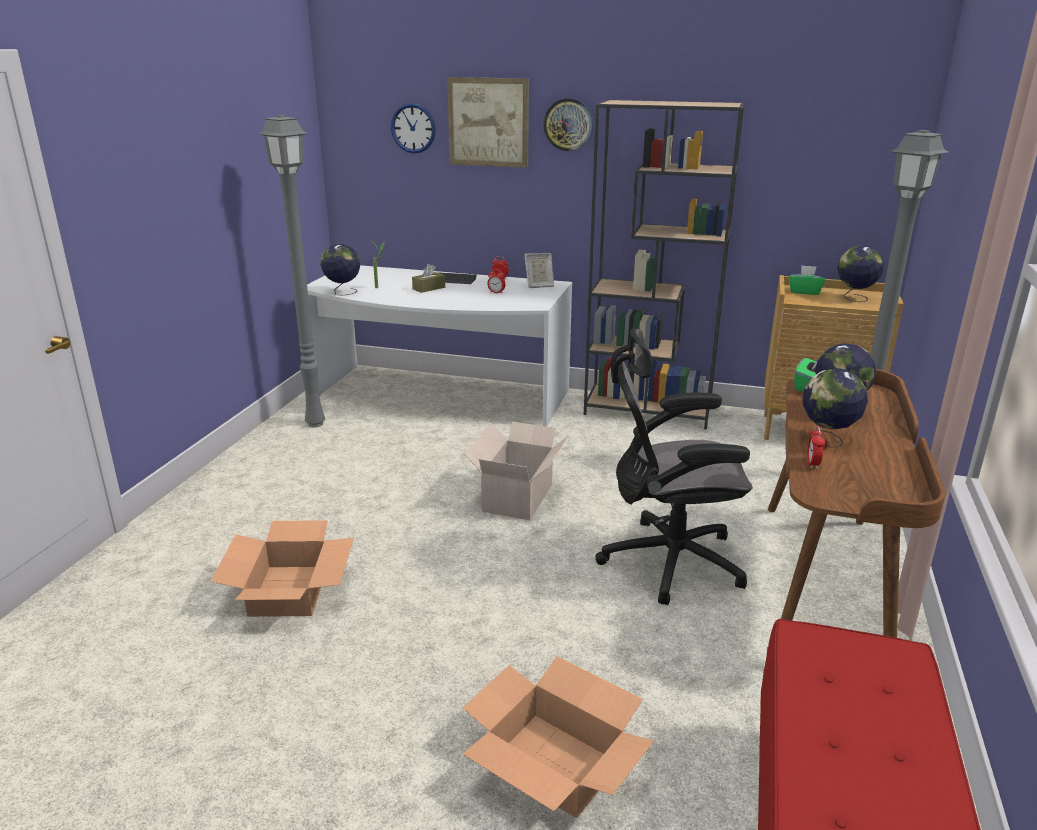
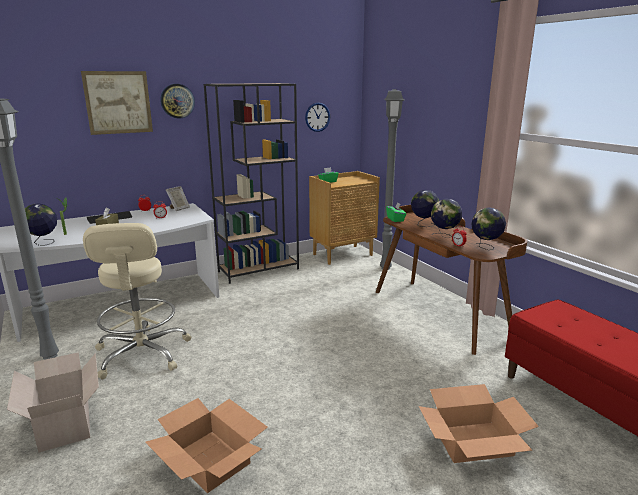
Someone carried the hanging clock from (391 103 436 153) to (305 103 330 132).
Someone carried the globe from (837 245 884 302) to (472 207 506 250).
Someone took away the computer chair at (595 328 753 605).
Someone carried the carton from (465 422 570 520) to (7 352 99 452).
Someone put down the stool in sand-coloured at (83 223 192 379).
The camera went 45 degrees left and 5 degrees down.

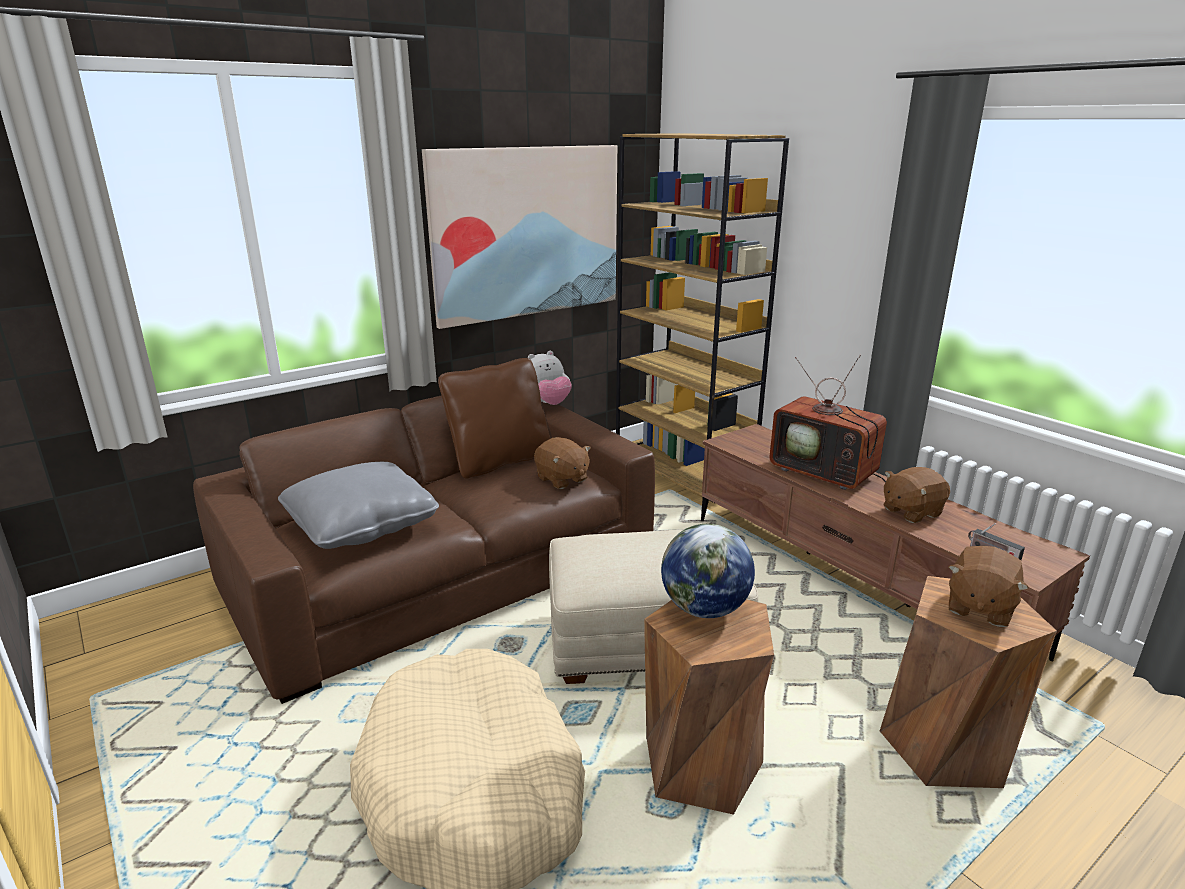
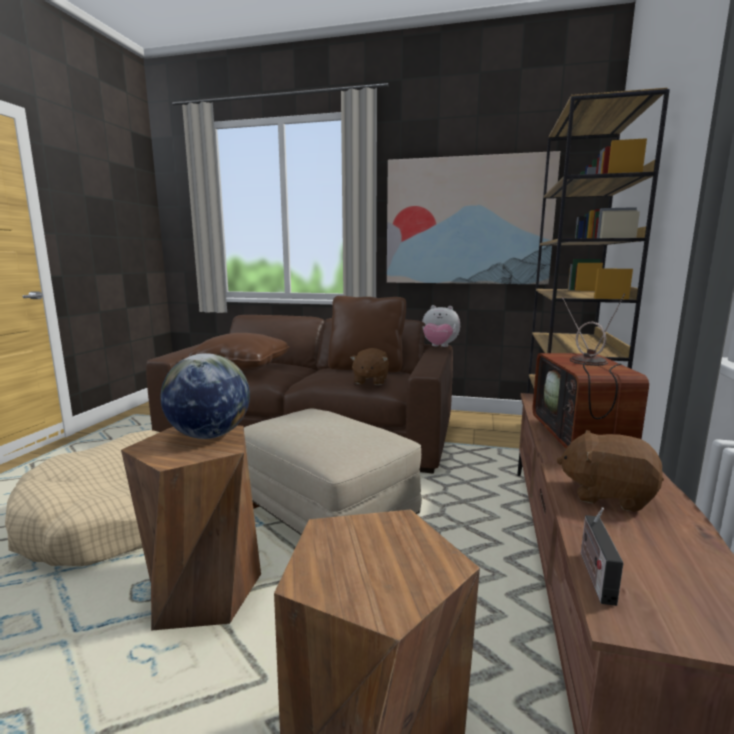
Someone repainted the throw pillow in grey at (278 462 439 549), which became the throw pillow in brown-coloured at (187 333 289 371).
Someone took away the plush toy in brown-coloured at (949 546 1028 627).
The camera went 50 degrees right and 10 degrees down.

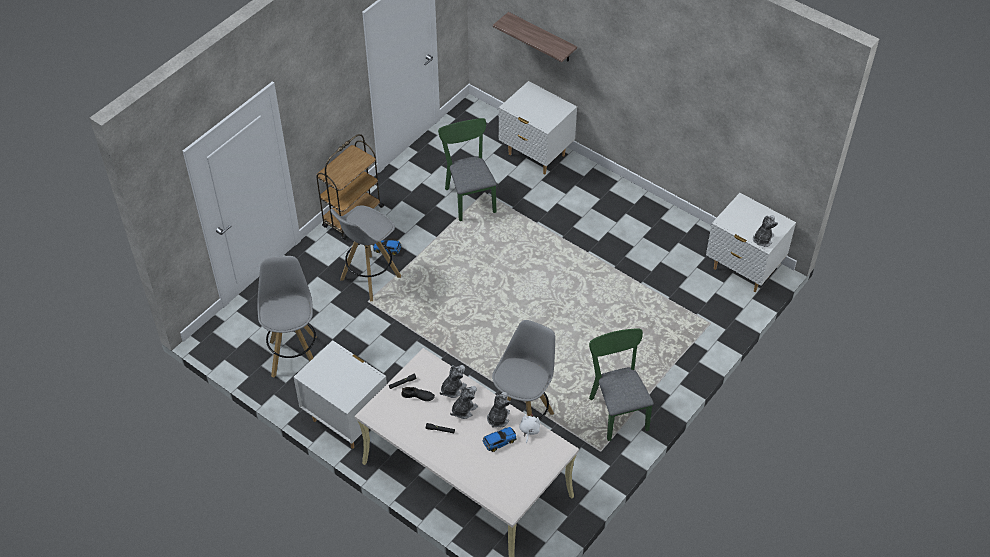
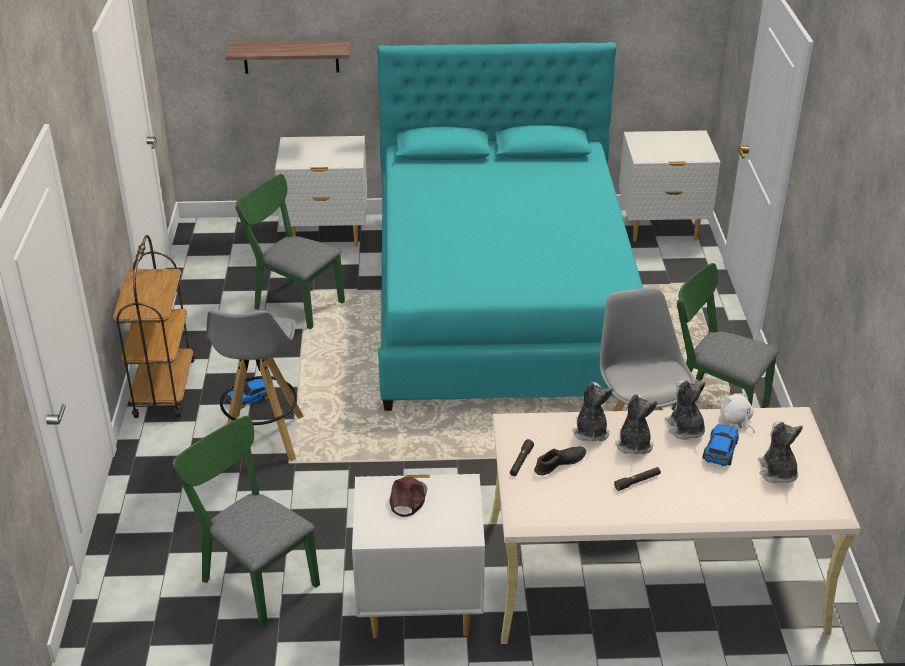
Someone carried the plush toy from (753 215 778 247) to (758 421 803 483).
Someone swapped the stool in grey at (257 256 317 378) for the plain chair in green at (173 416 320 628).
Someone put down the bedroom bed in blue-green at (377 42 643 411).
Someone put down the peaked cap in brown-coloured at (389 477 427 517).
The camera went 40 degrees left and 15 degrees down.

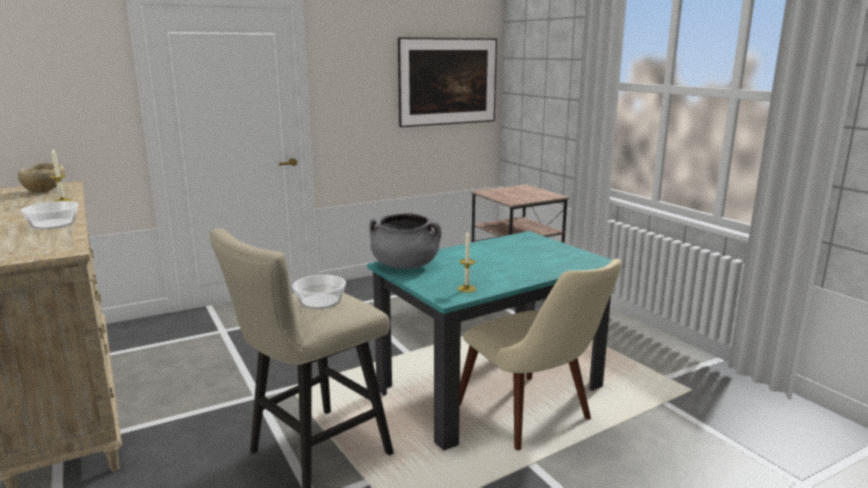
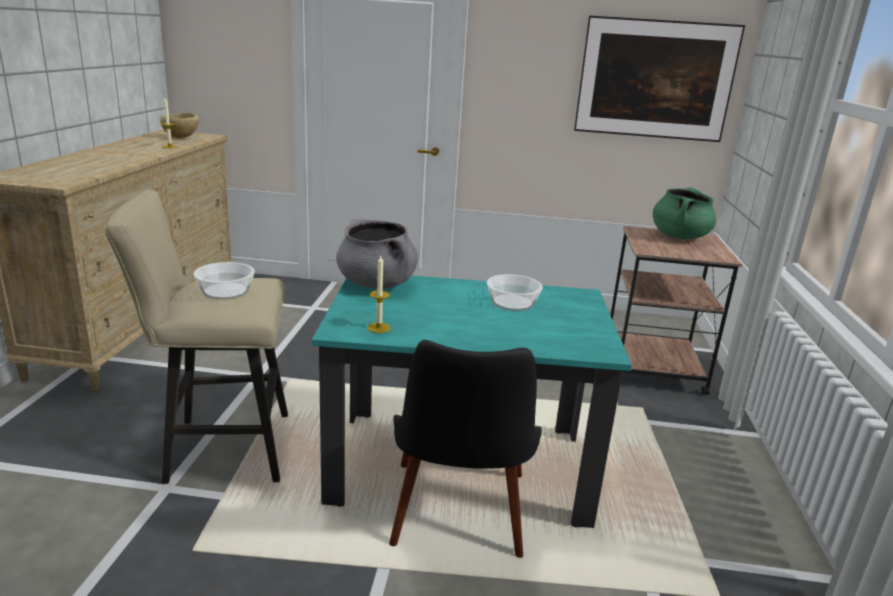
Someone carried the serving bowl from (21 201 78 229) to (487 274 543 311).
Someone repainted the plain chair in sand-coloured at (460 259 622 450), which became the plain chair in black-coloured at (389 340 542 558).
Someone put down the cooking pot in green at (653 187 716 239).
The camera went 35 degrees right and 5 degrees up.

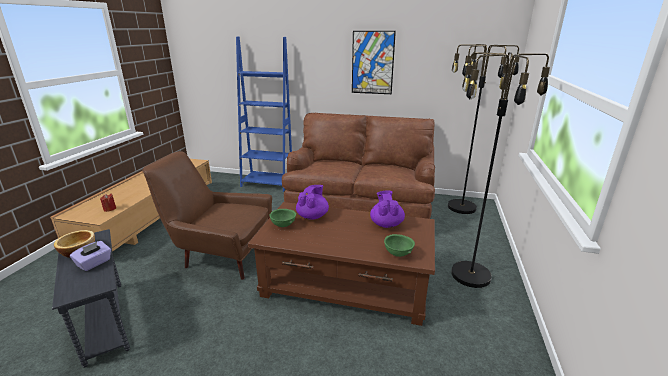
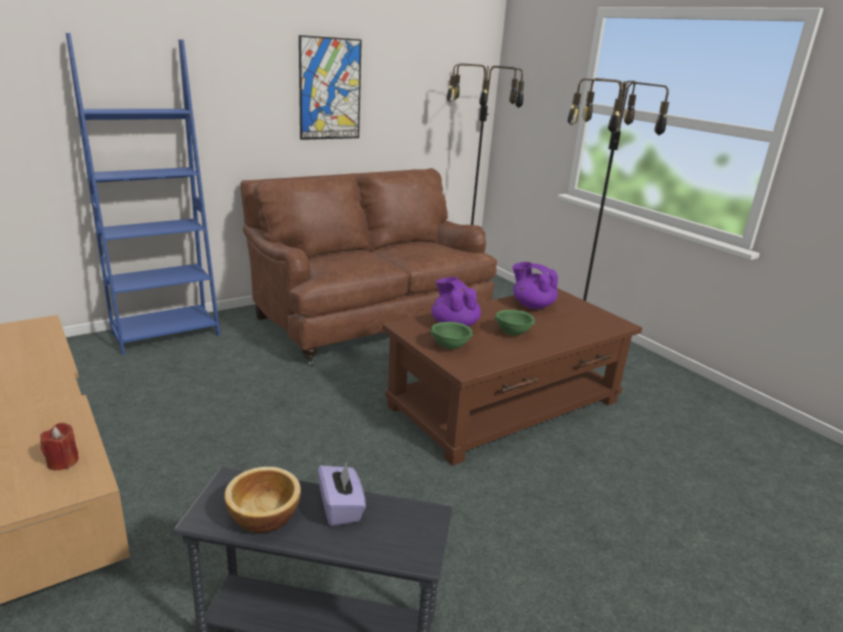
Someone took away the armchair in brown-coloured at (142 151 272 280).
Someone carried the serving bowl in green from (384 234 415 257) to (494 310 535 335).
The camera went 50 degrees left and 0 degrees up.

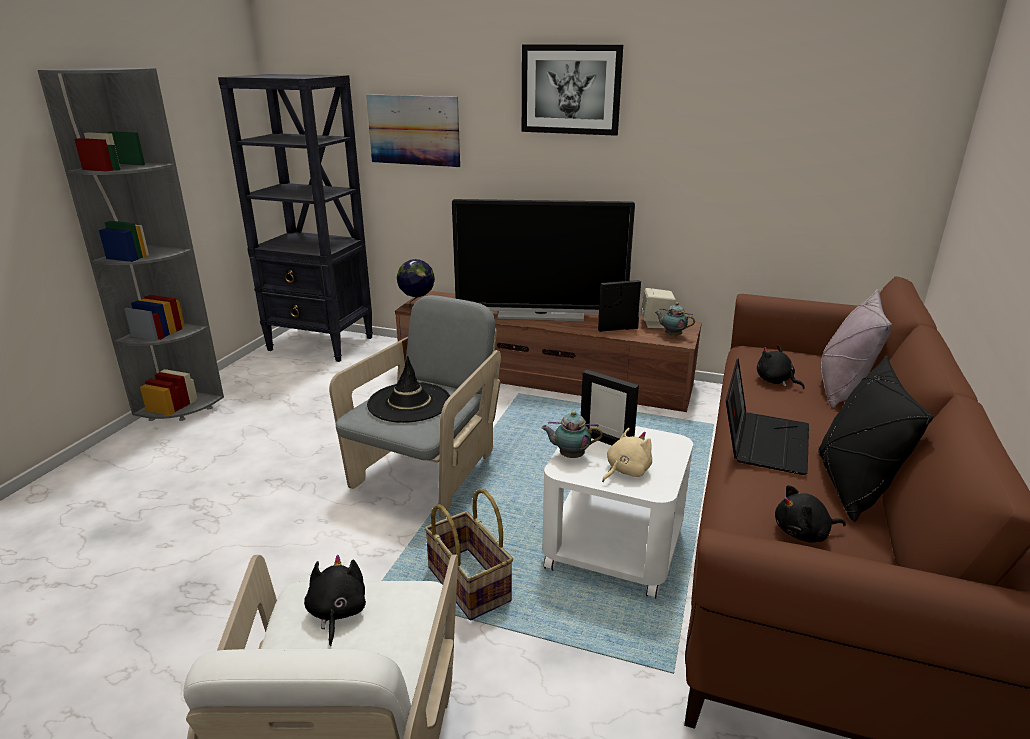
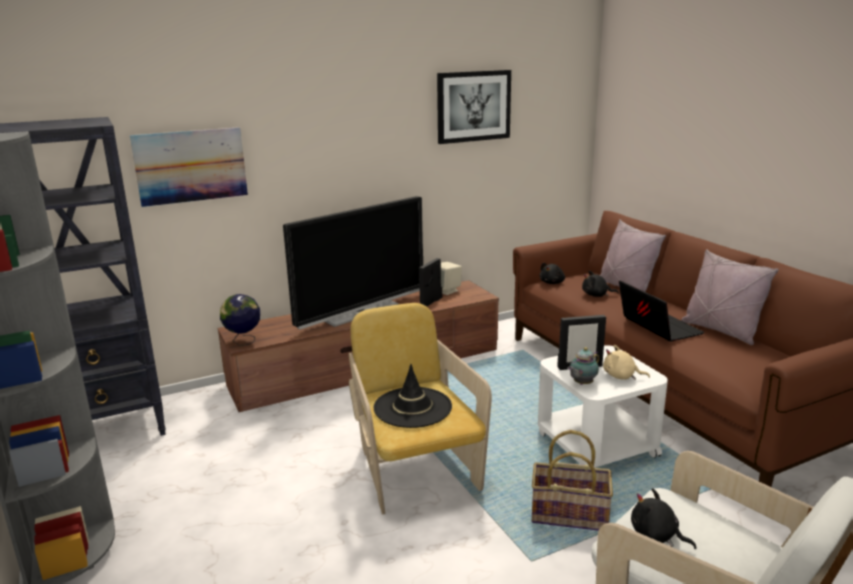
Someone carried the picture from (522 44 623 136) to (437 70 511 144).
Someone repainted the armchair in grey at (329 295 501 517), which became the armchair in yellowish at (349 303 492 515).
Someone took away the pot for tea at (654 302 695 336).
Someone repainted the throw pillow in black-coloured at (818 355 934 522), which became the throw pillow in purple-coloured at (681 249 779 345).
Someone rotated the plush toy in sand-coloured at (602 428 652 482) by 75 degrees counterclockwise.
Someone carried the plush toy in black-coloured from (775 485 846 542) to (540 263 565 284).
The camera went 45 degrees left and 5 degrees down.

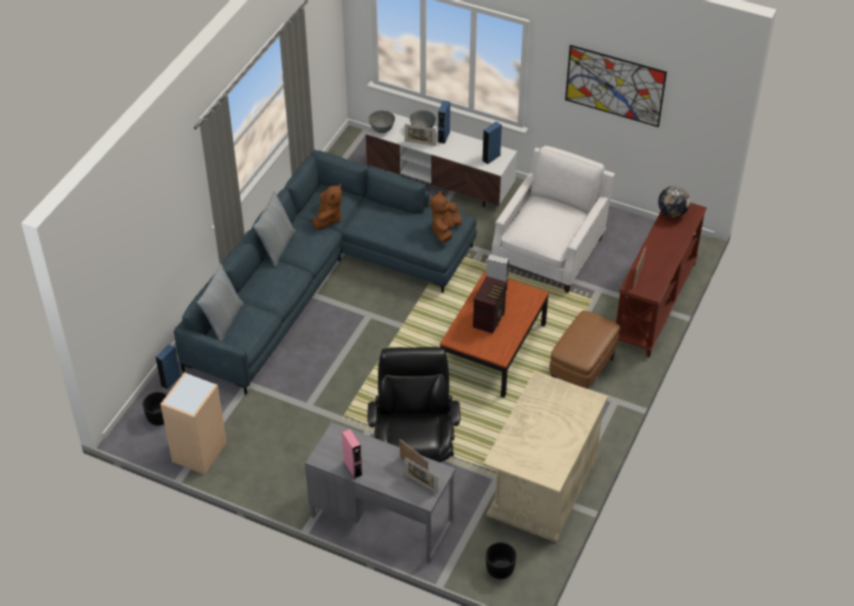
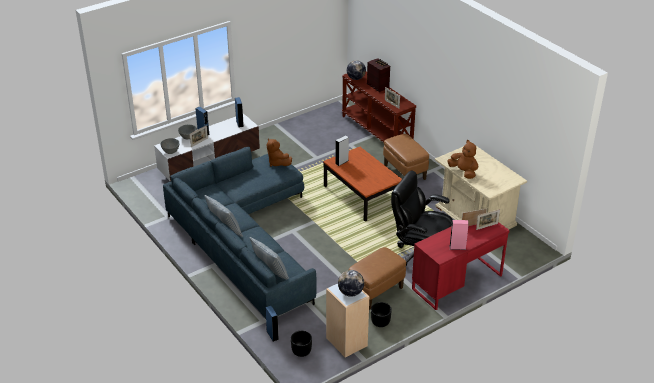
Someone took away the picture at (565 45 667 127).
Someone took away the armchair in white at (492 146 615 293).
Someone carried the plush toy in brown-coloured from (312 183 342 230) to (447 140 478 179).
Someone carried the radio set from (473 276 507 334) to (367 58 390 92).
Someone repainted the desk in grey at (305 422 455 564), which became the desk in reddish at (412 222 510 310).
Someone carried the plant pot in black-coloured from (486 542 516 579) to (371 302 392 327).
Someone put down the pouffe in brown-coloured at (349 247 406 310).
Someone put down the globe at (338 270 364 297).
The camera went 60 degrees left and 10 degrees down.

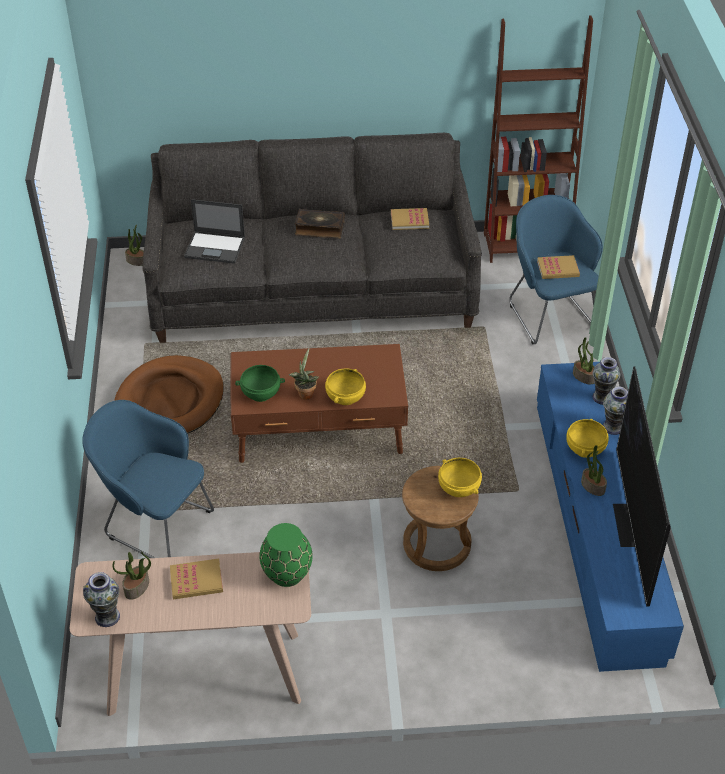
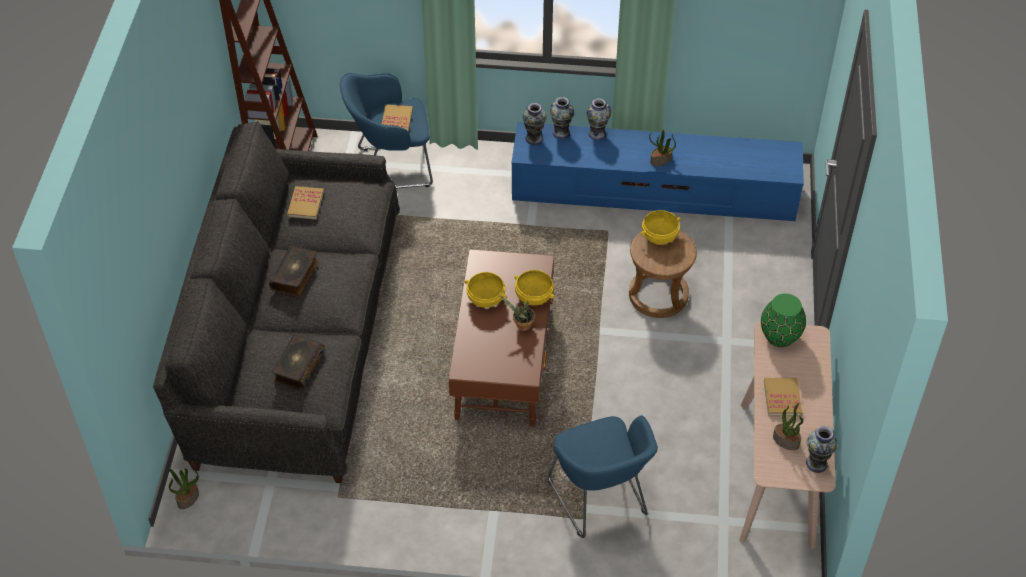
Someone swapped the notebook computer at (184 199 245 264) for the volume at (272 334 325 390).
Someone swapped the plant in a pot at (573 337 595 384) for the decorative vase at (523 103 547 145).
Someone took away the dog cushion in brown-coloured at (114 355 224 434).
Someone took away the serving bowl in green at (235 365 285 402).
Someone took away the TV at (613 367 671 606).
Someone rotated the armchair in blue at (82 400 214 558) by 60 degrees counterclockwise.
Someone carried the serving bowl in yellowish from (566 419 609 458) to (465 272 507 308).
The camera went 80 degrees left and 5 degrees up.

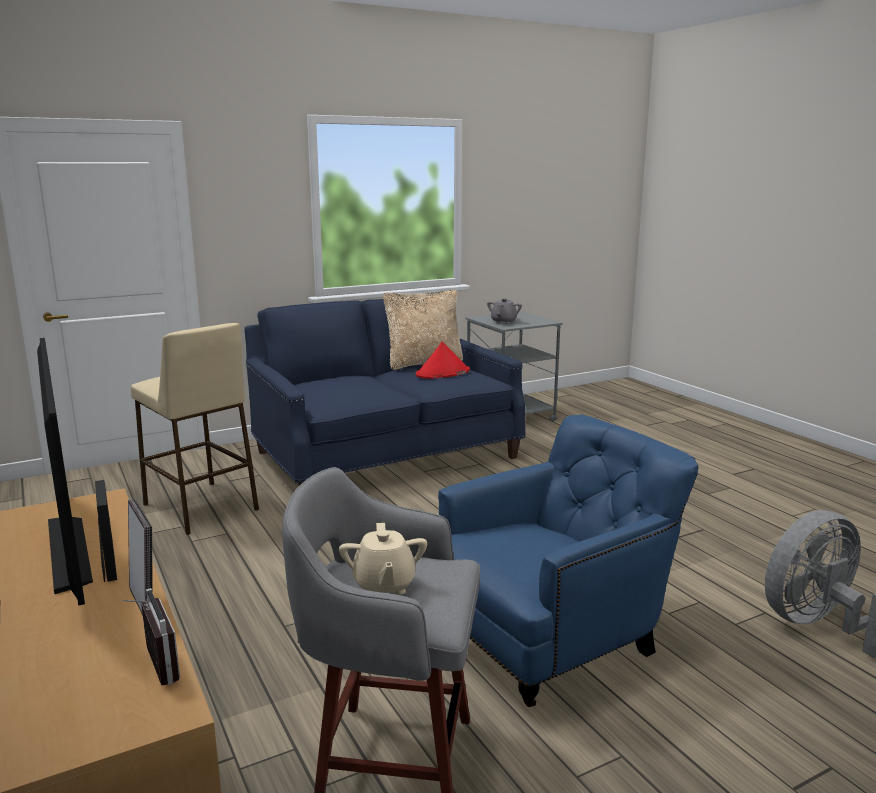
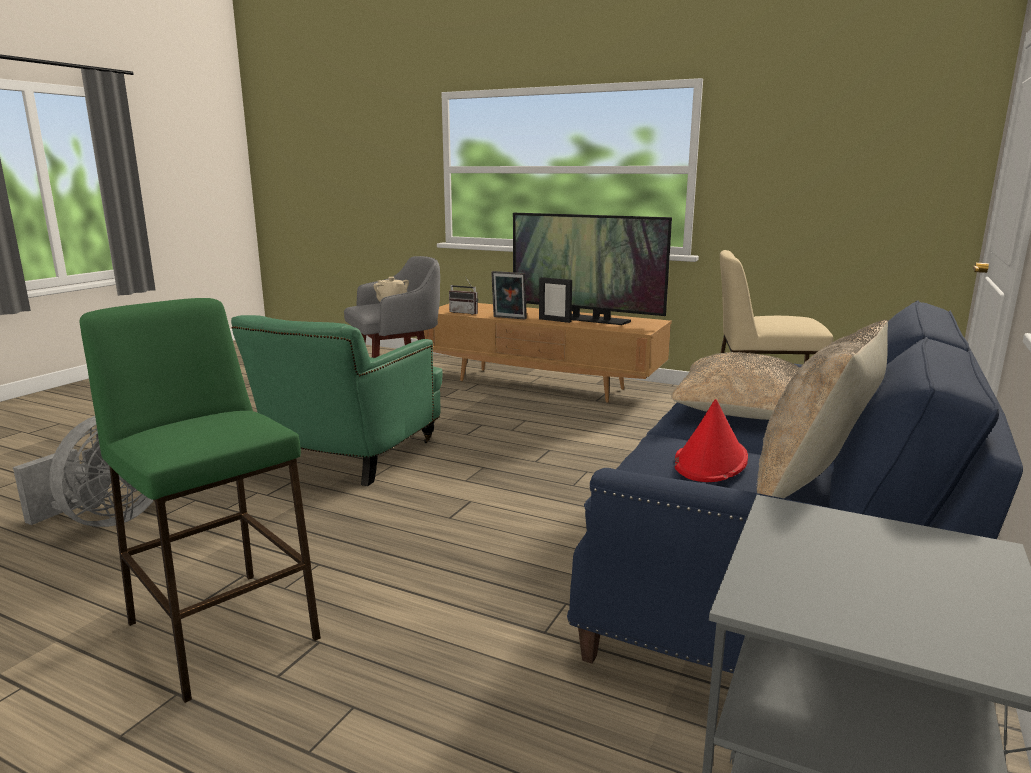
Someone took away the pot for tea in grey at (487 298 522 324).
Someone repainted the armchair in blue at (438 415 698 707), which became the armchair in green at (231 315 443 486).
Someone put down the stool in green at (79 298 321 703).
Someone put down the throw pillow in sand-coloured at (670 352 800 420).
The camera went 145 degrees right and 0 degrees up.

